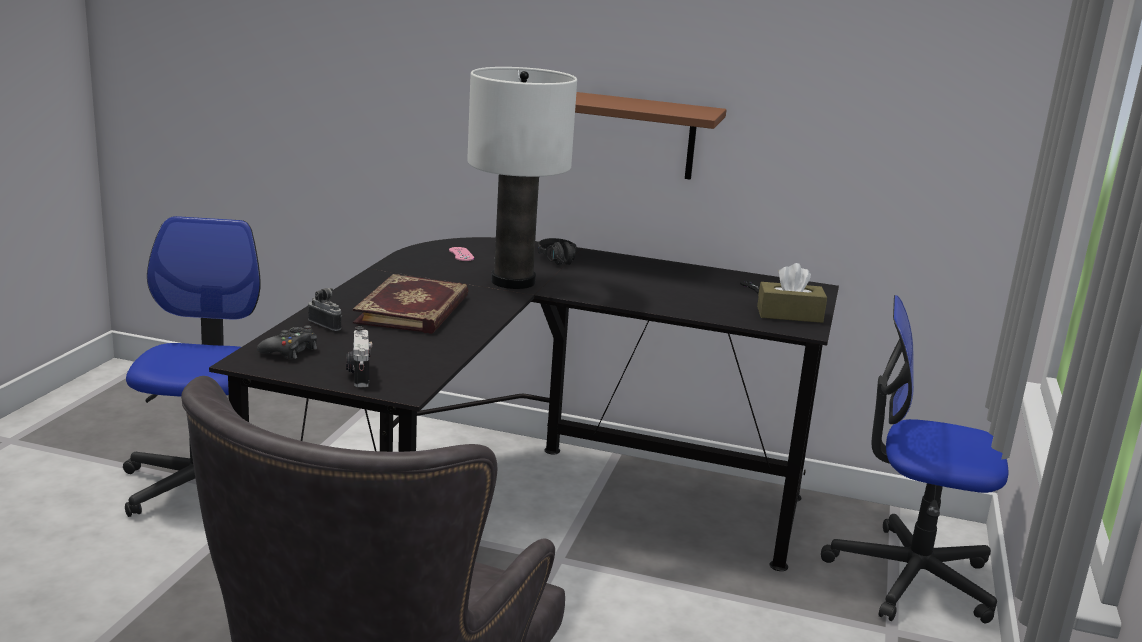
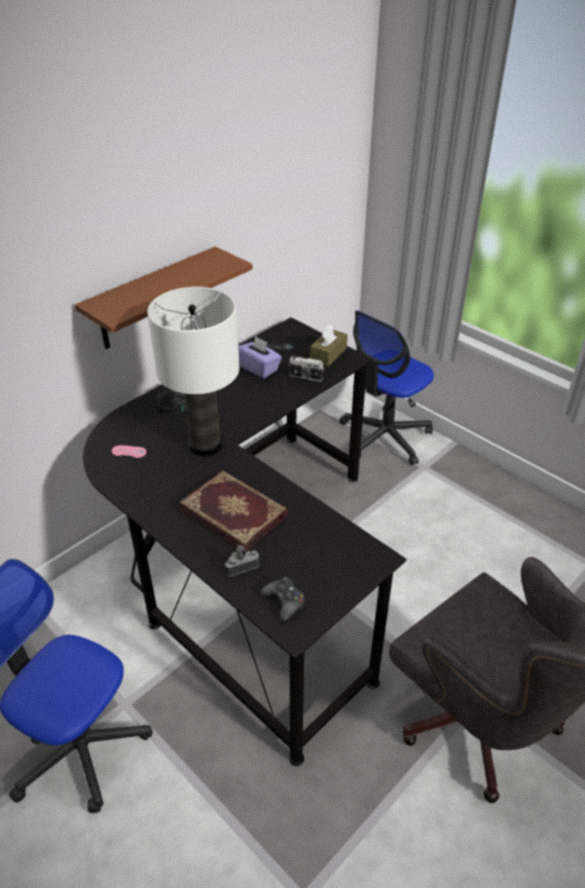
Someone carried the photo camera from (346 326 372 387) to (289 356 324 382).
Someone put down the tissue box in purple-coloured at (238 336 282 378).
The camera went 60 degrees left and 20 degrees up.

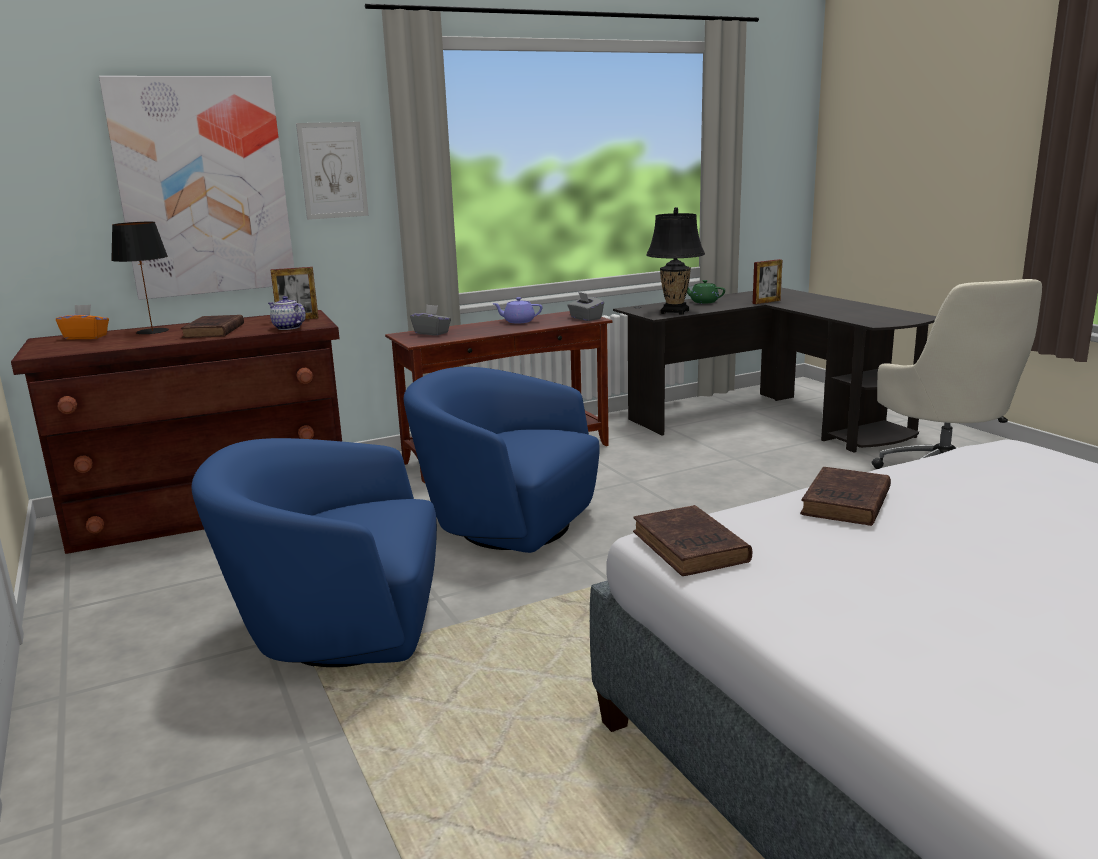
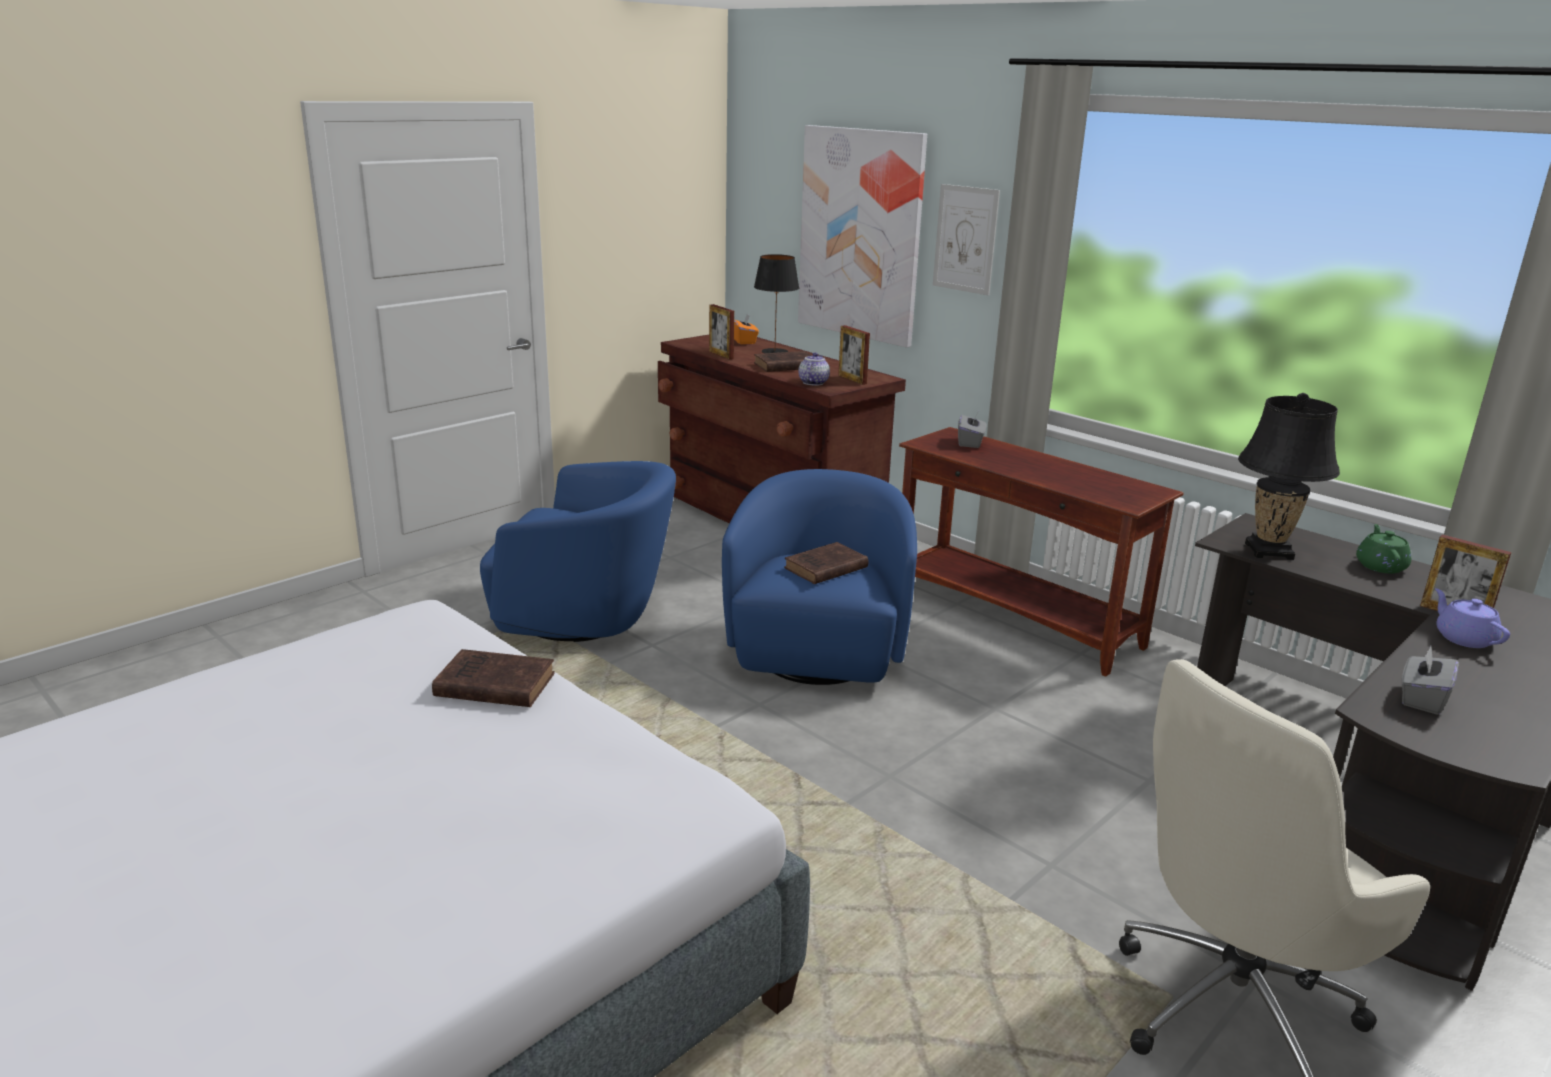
Someone carried the tissue box in grey from (567 292 604 321) to (1402 646 1459 715).
Someone carried the pot for tea in purple-coloured from (492 297 542 323) to (1435 588 1510 648).
Someone rotated the armchair in blue at (192 438 437 667) by 120 degrees clockwise.
Someone carried the volume in brown-coloured from (633 505 752 576) to (784 542 868 584).
Someone put down the standing frame at (709 304 734 359).
The camera went 70 degrees right and 5 degrees up.

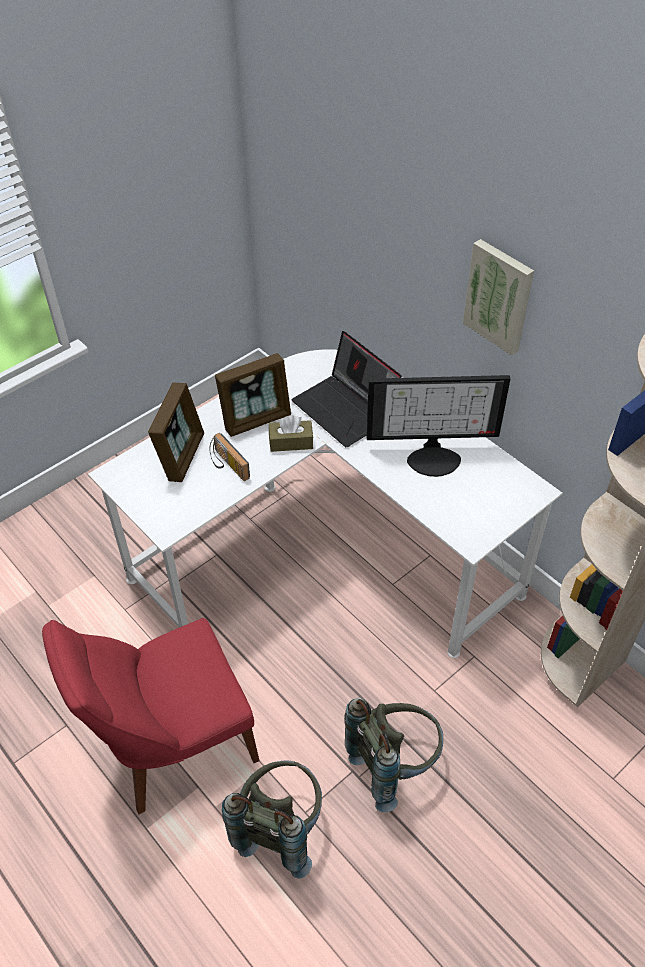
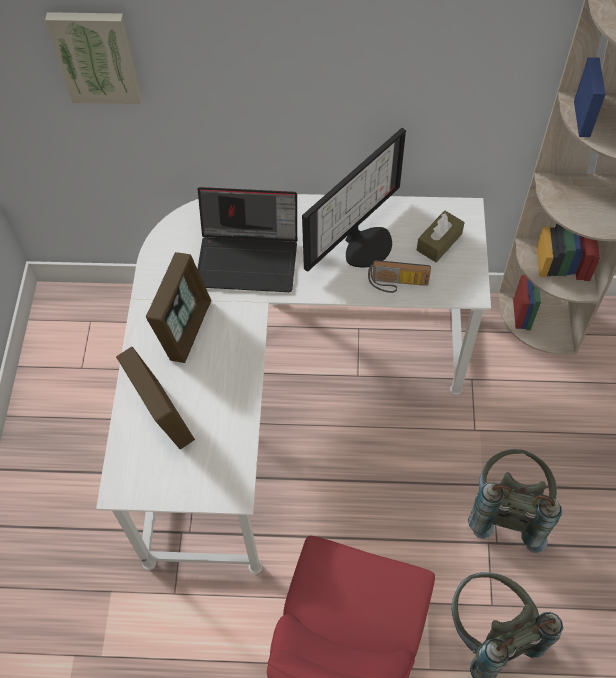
Someone carried the picture from (463 239 534 356) to (45 12 142 104).
Someone carried the tissue box in brown-coloured from (269 415 313 452) to (417 210 465 262).
Someone carried the radio set from (209 433 250 481) to (368 260 431 293).
The camera went 45 degrees left and 10 degrees up.

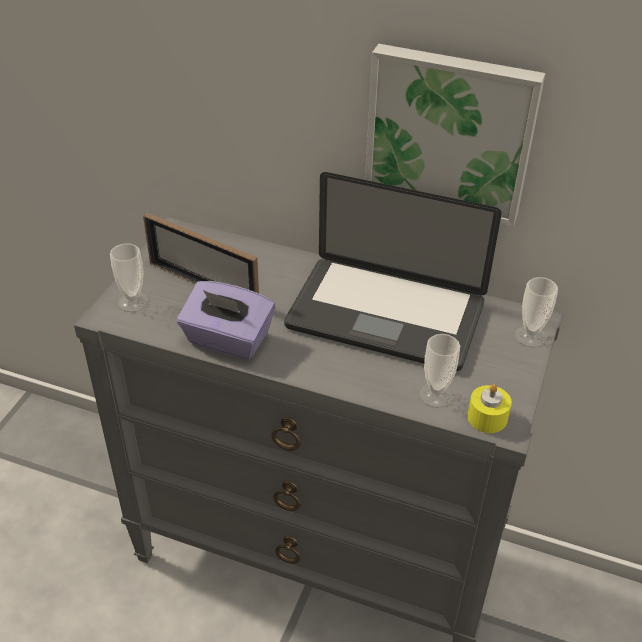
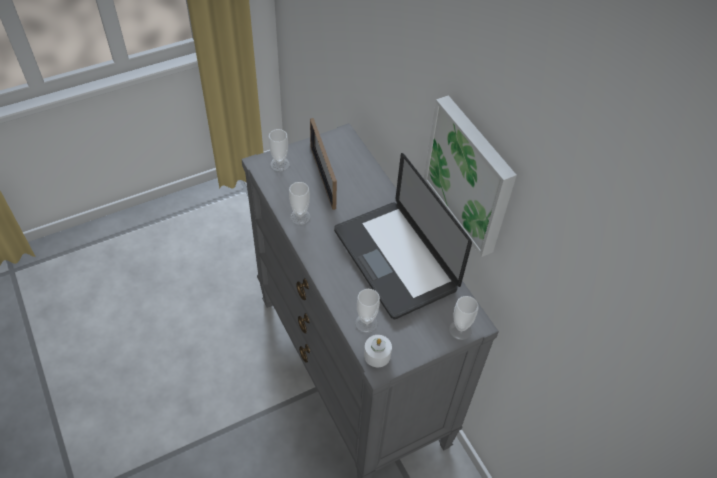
Someone swapped the tissue box in purple-coloured at (177 281 275 360) for the drinking cup at (289 182 311 225).
Someone repainted the wax light in yellowish at (467 384 512 433), which became the wax light in white at (364 335 392 367).
The camera went 40 degrees right and 10 degrees up.

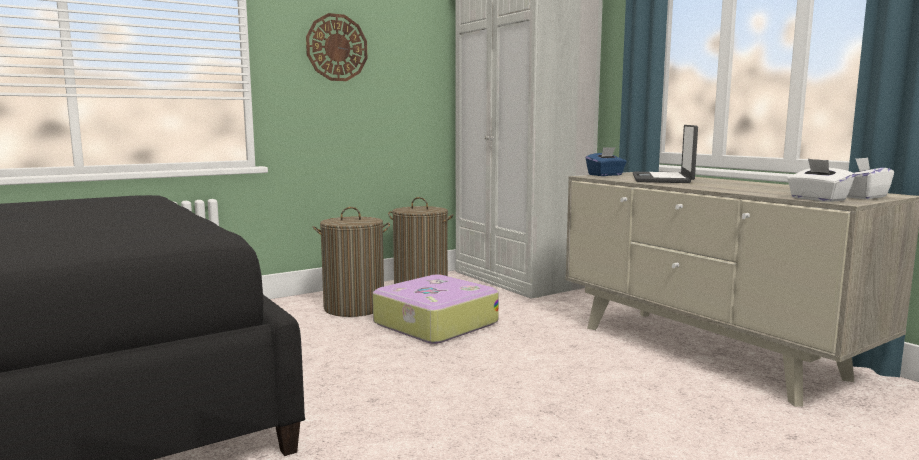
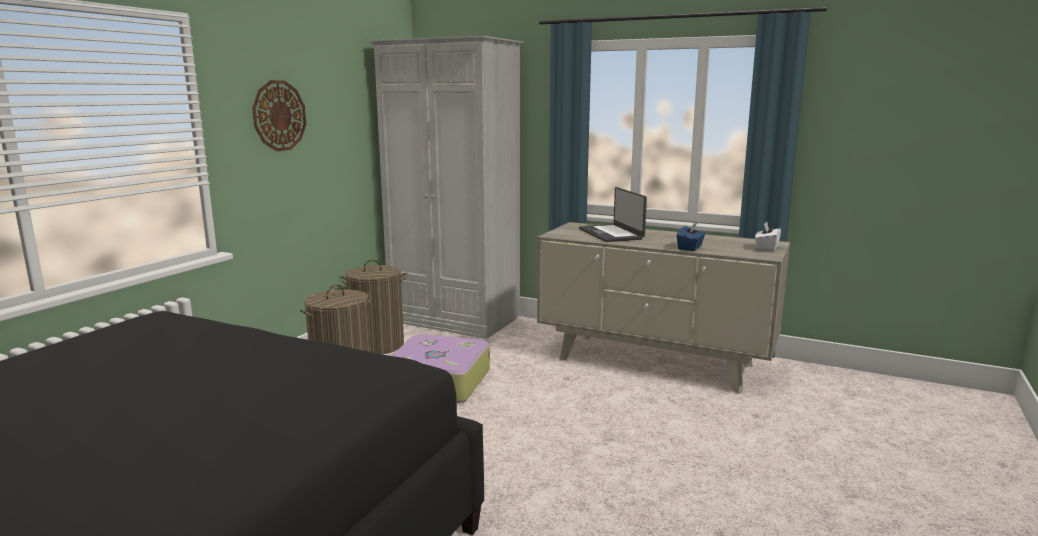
Someone carried the tissue box in blue from (586 147 627 176) to (677 222 705 251).
Someone took away the tissue box in white at (787 159 855 202).
The camera went 30 degrees left and 5 degrees up.

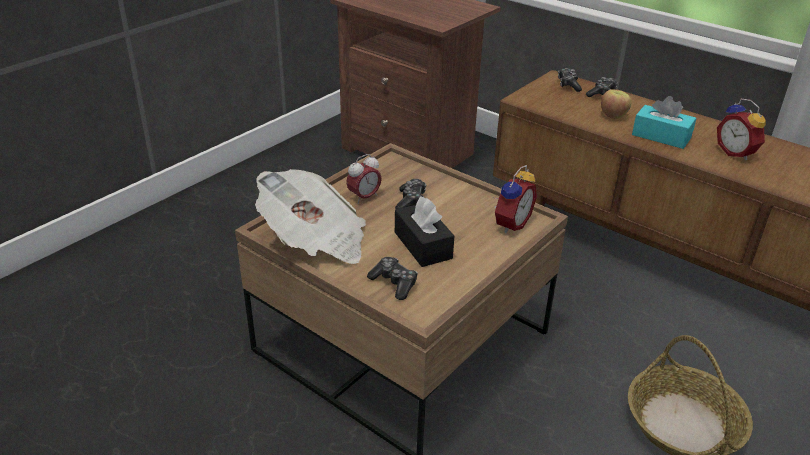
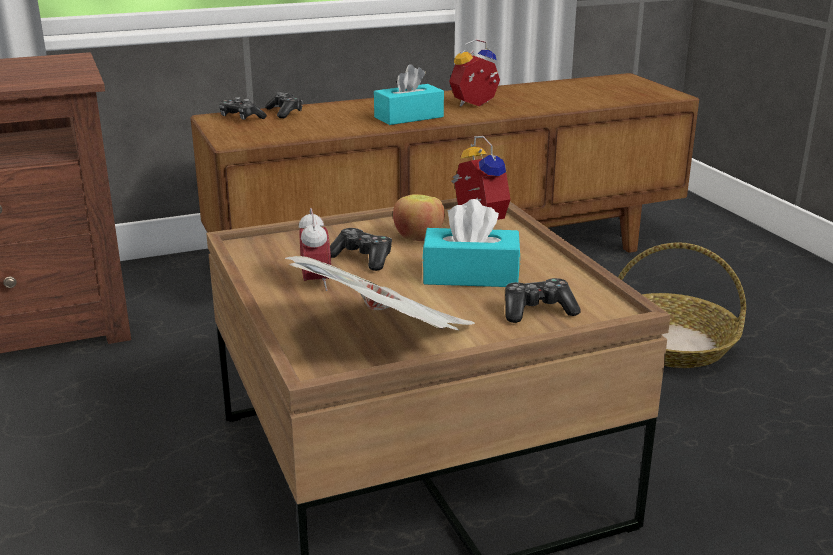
Someone carried the apple from (601 90 632 119) to (393 194 445 241).
Someone rotated the bedside clock at (717 99 766 161) by 150 degrees clockwise.
Someone repainted the tissue box in black-coloured at (395 197 454 267), which became the tissue box in blue-green at (422 199 520 287).
The camera went 60 degrees left and 10 degrees down.

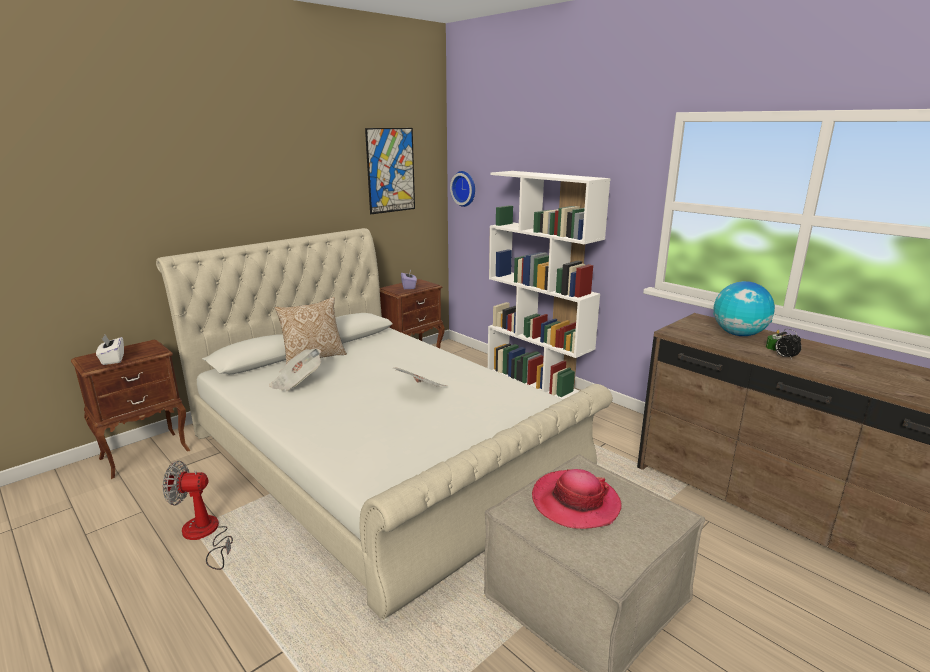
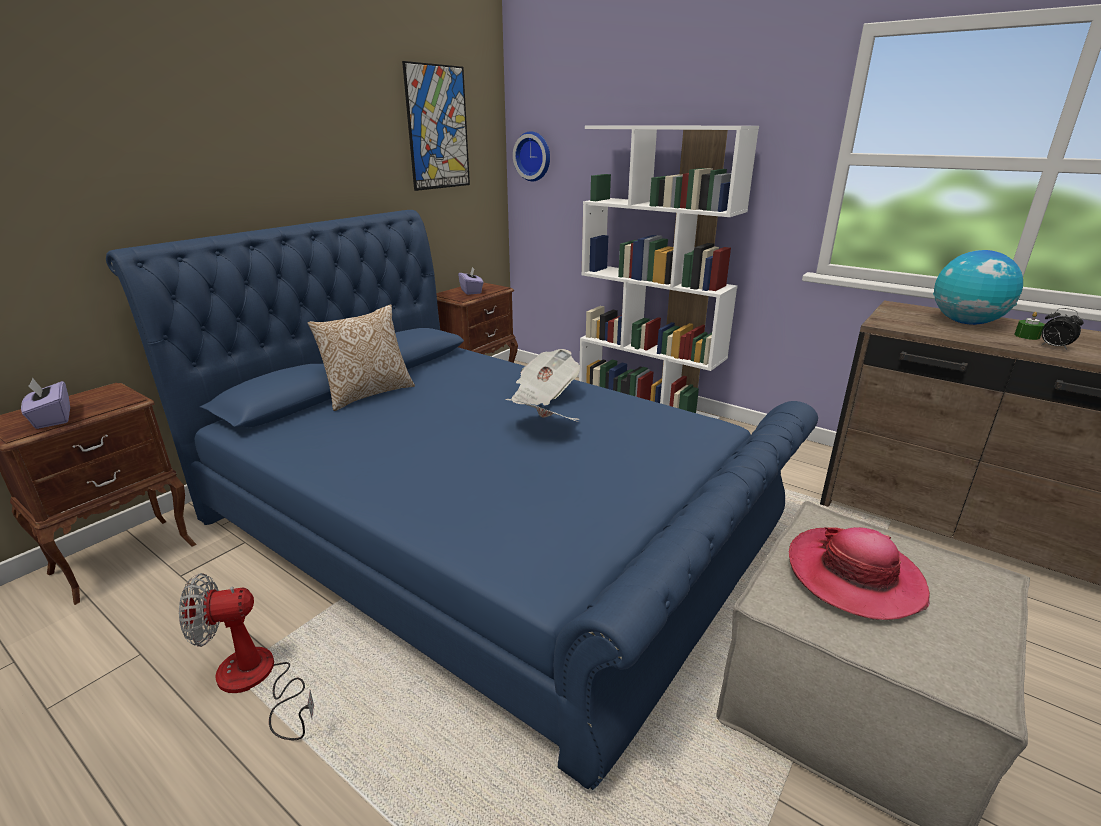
Someone repainted the bedroom bed in sand-coloured at (156 228 613 620), which became the bedroom bed in blue at (106 210 818 790).
Someone repainted the tissue box in white at (96 335 124 365), which became the tissue box in purple-coloured at (21 378 70 429).
Someone carried the printed paper from (269 348 322 391) to (511 349 580 405).
The camera went 10 degrees left and 5 degrees up.

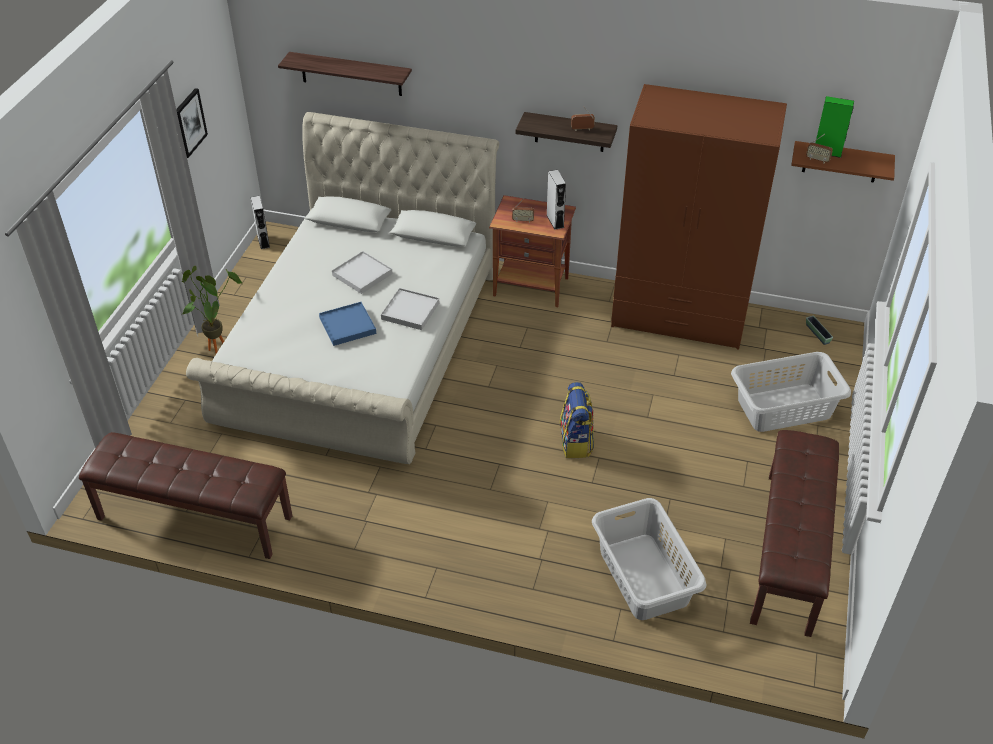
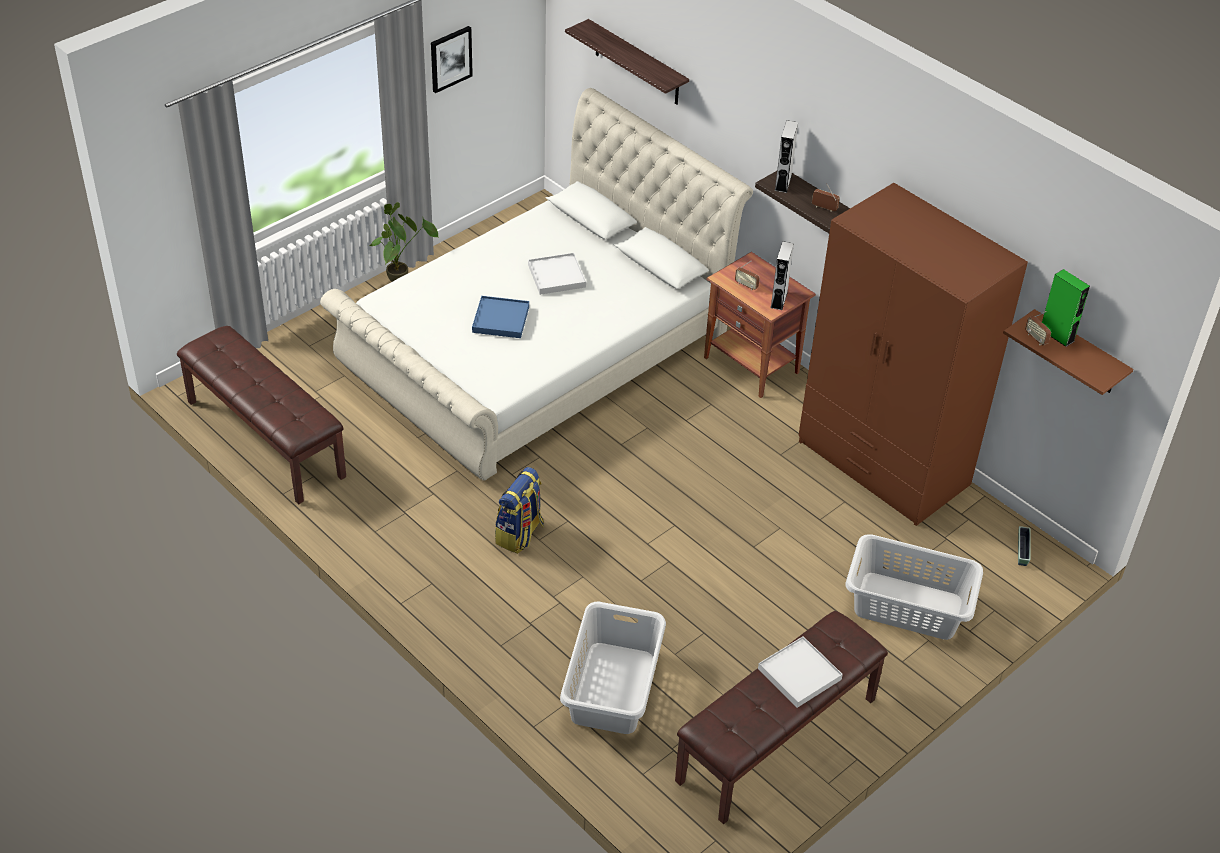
Someone carried the audio speaker in grey from (250 196 270 249) to (775 120 798 193).
Someone carried the tray in white from (381 288 439 330) to (758 636 843 708).
Someone carried the rucksack from (560 382 594 458) to (495 467 544 554).
The camera went 30 degrees right and 0 degrees up.

